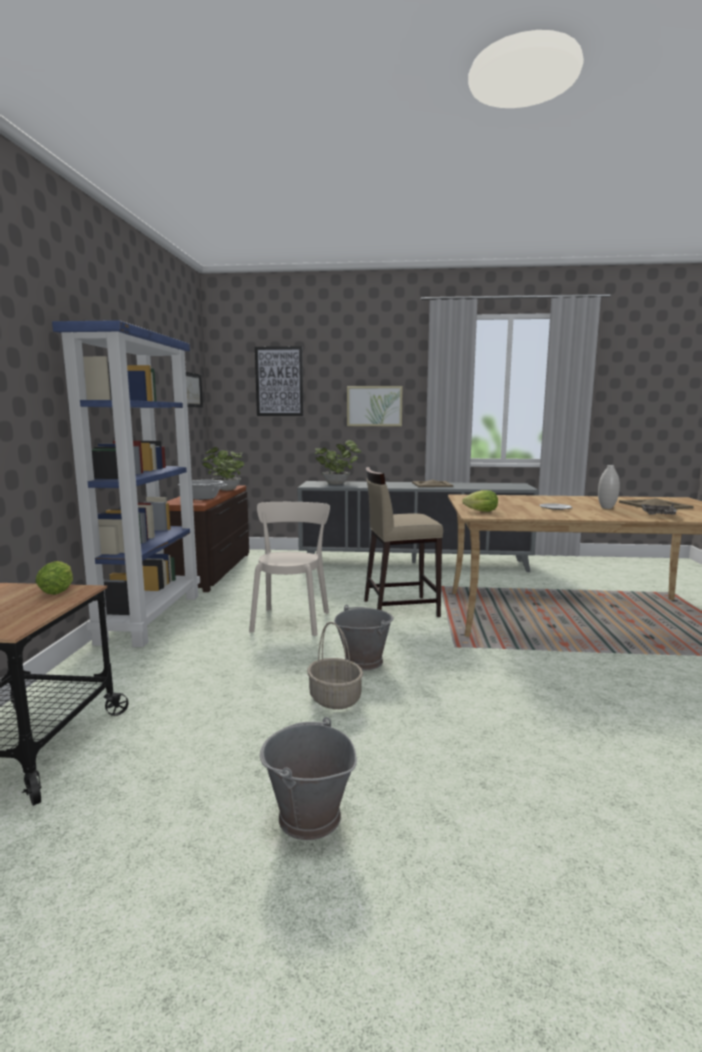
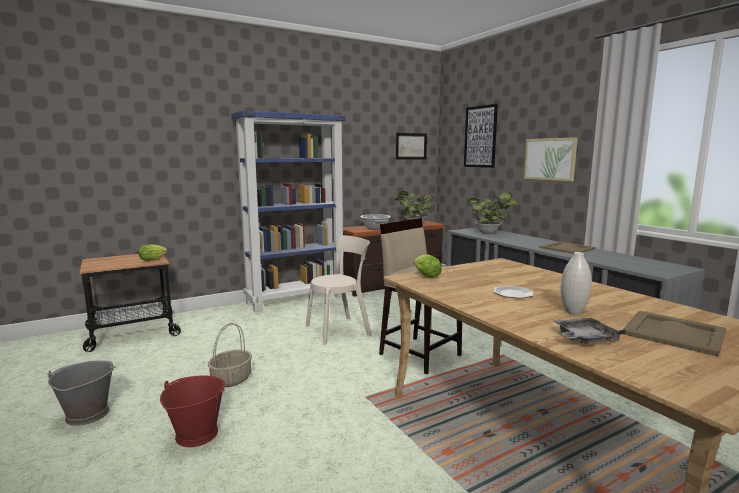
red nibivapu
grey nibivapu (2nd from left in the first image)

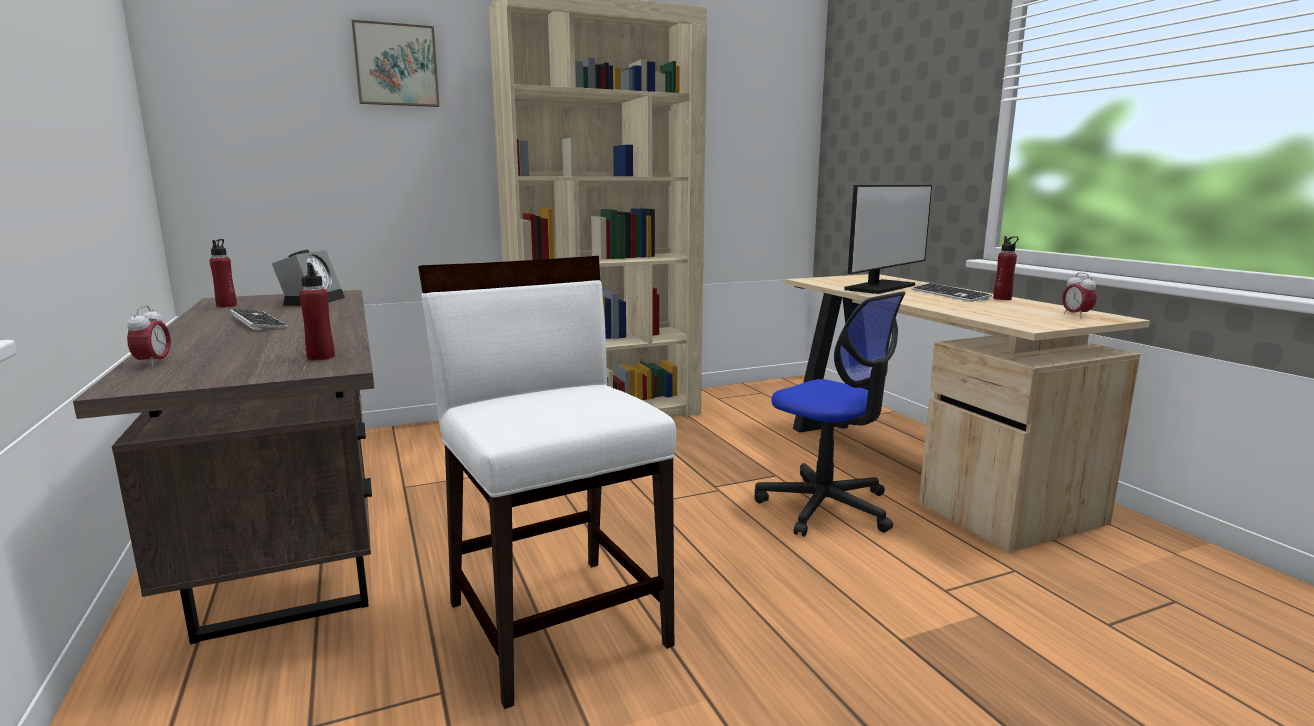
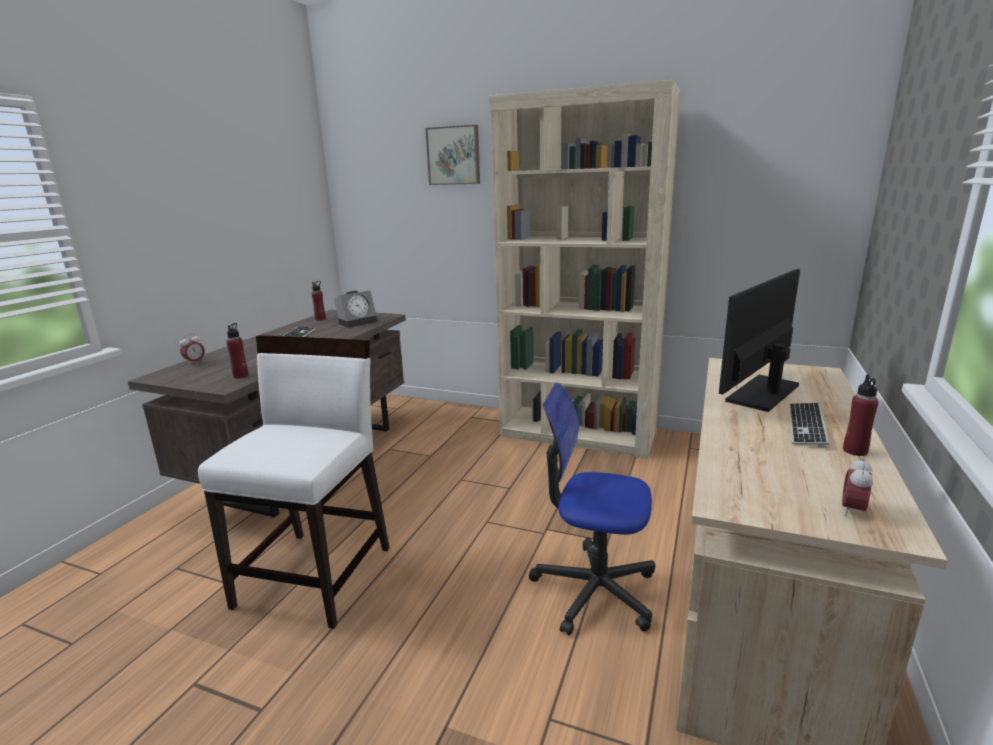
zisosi
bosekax

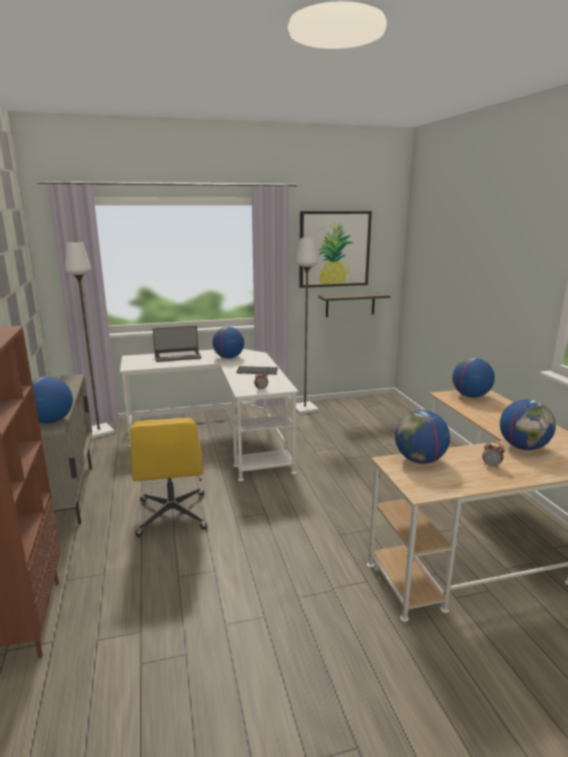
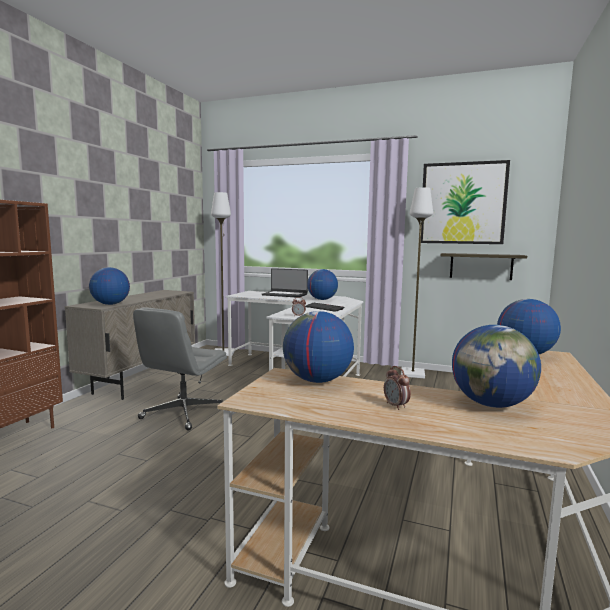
grey zisosi

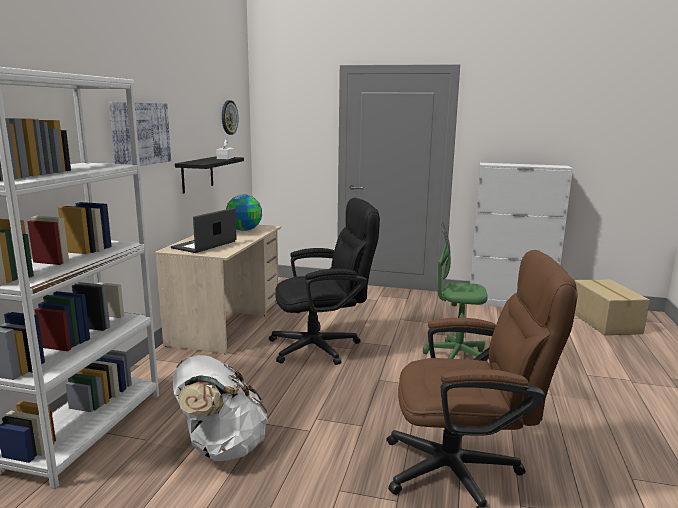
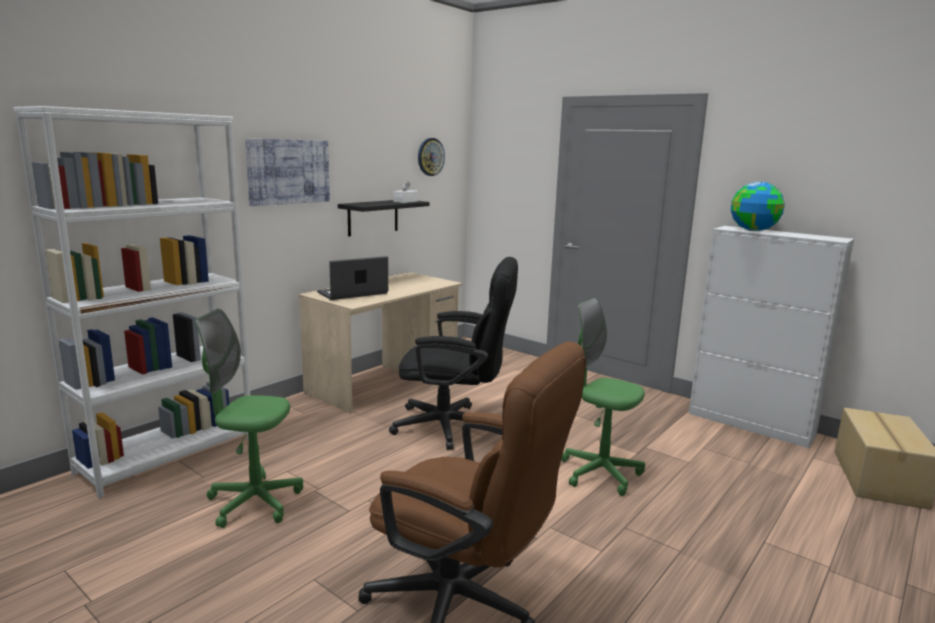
green zisosi (1st from left)
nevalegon

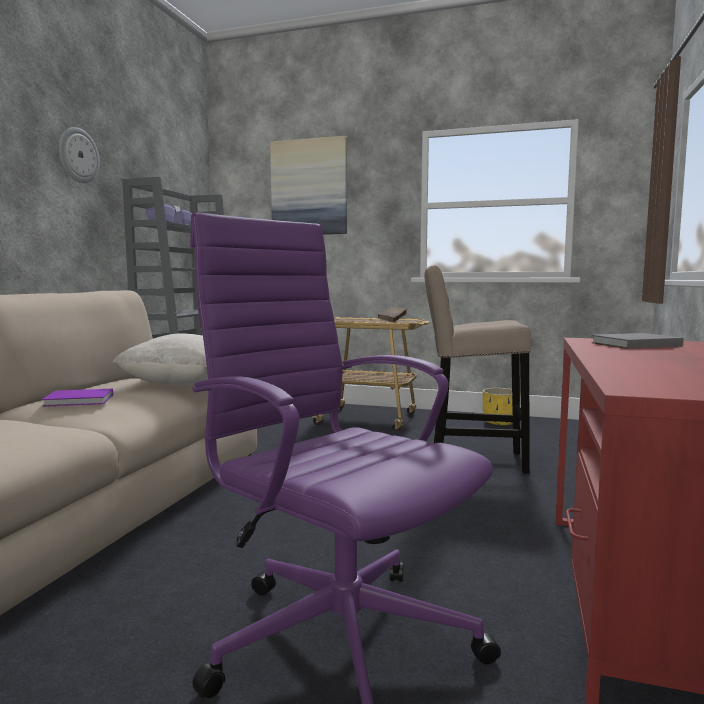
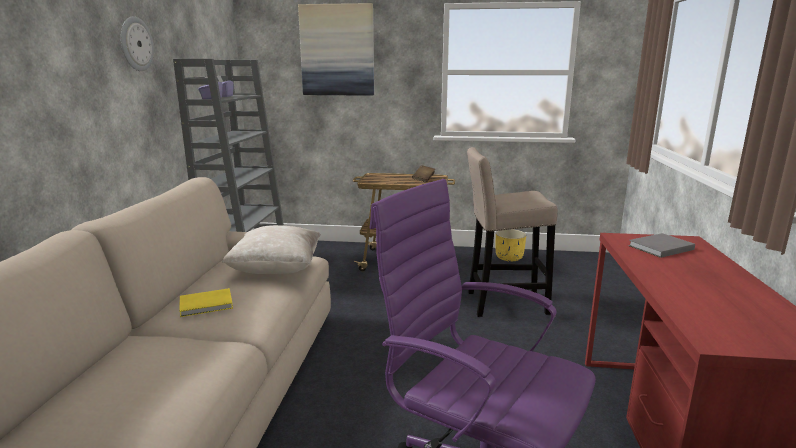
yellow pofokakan

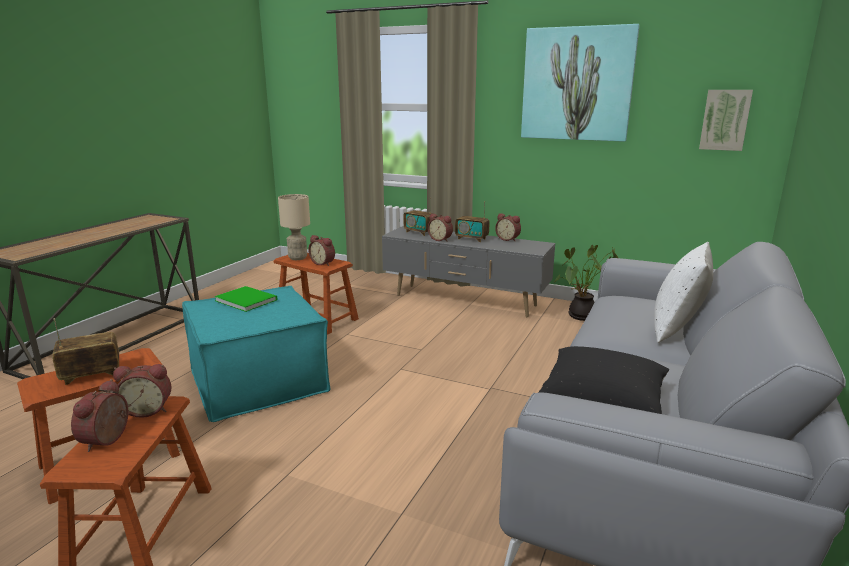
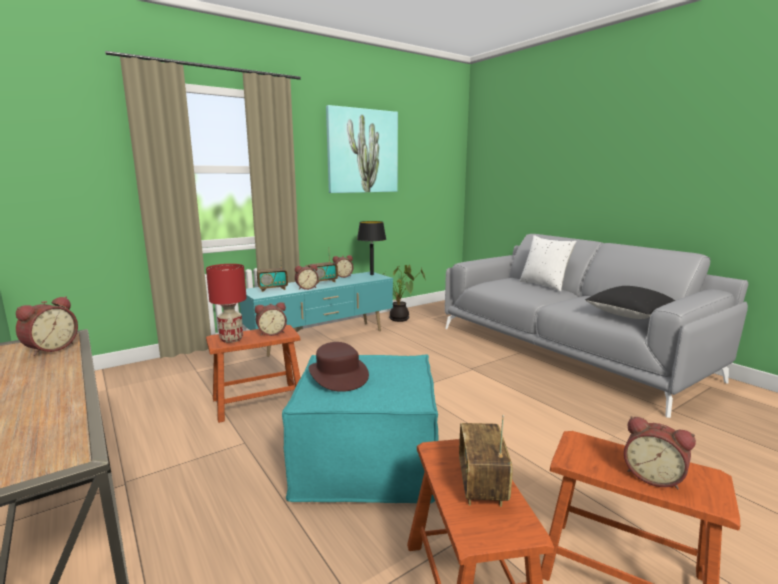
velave (1st from left)
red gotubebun
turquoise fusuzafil
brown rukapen
black gotubebun
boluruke (2nd from left in the first image)

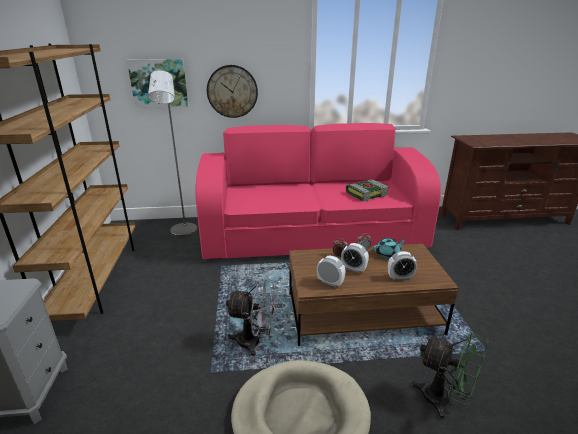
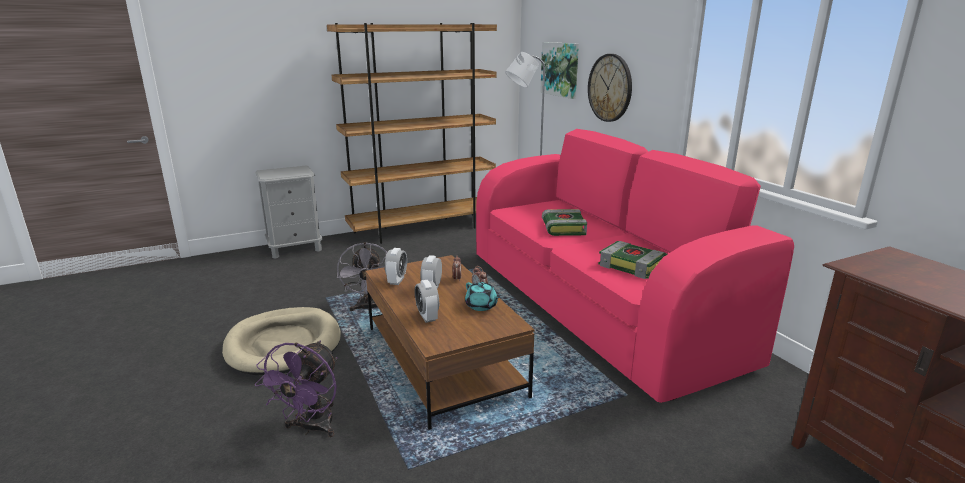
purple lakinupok
pofokakan (1st from left)

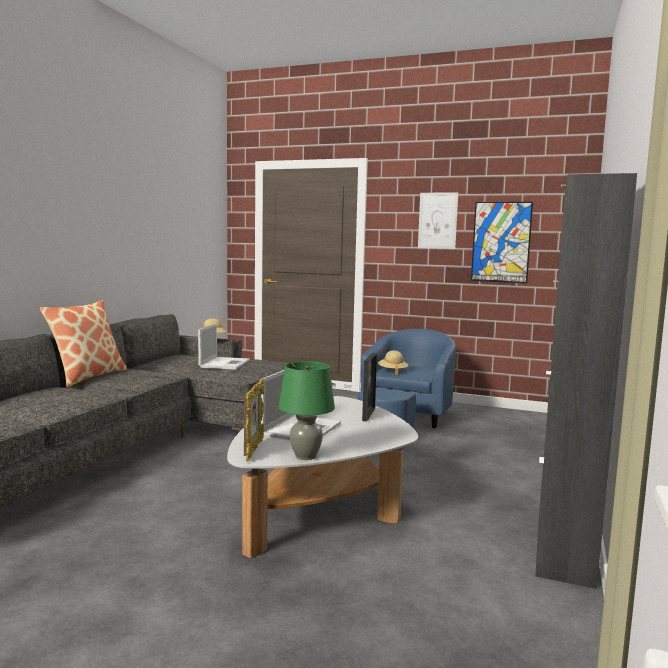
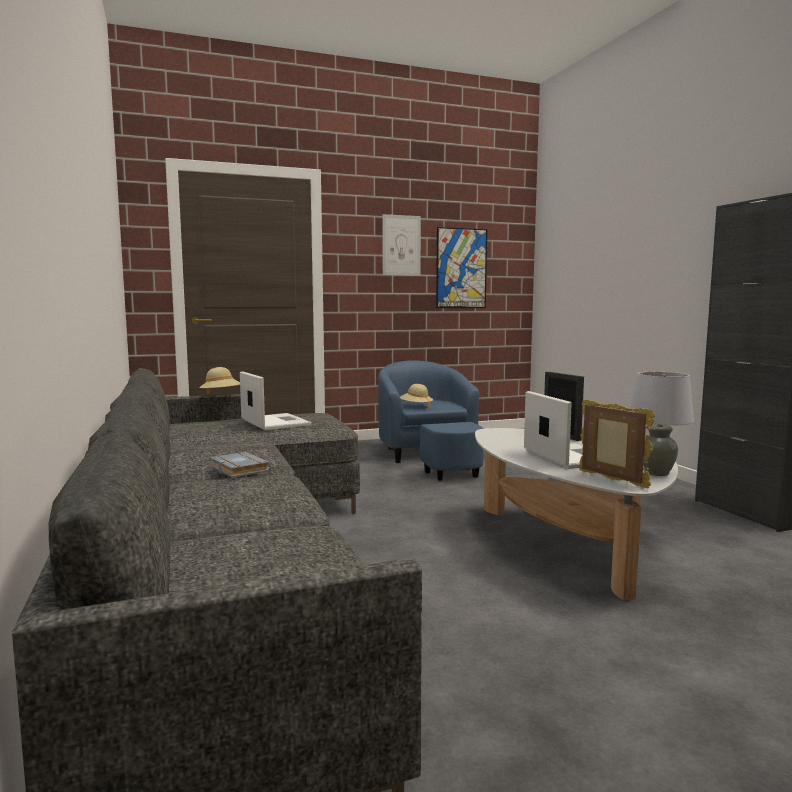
grey pofokakan
grey gotubebun
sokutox

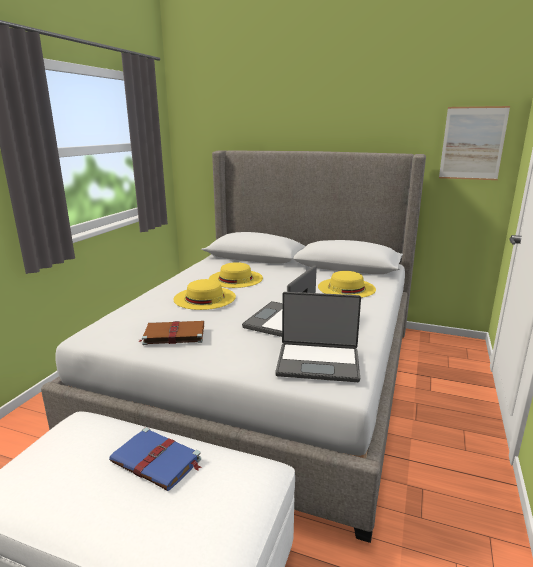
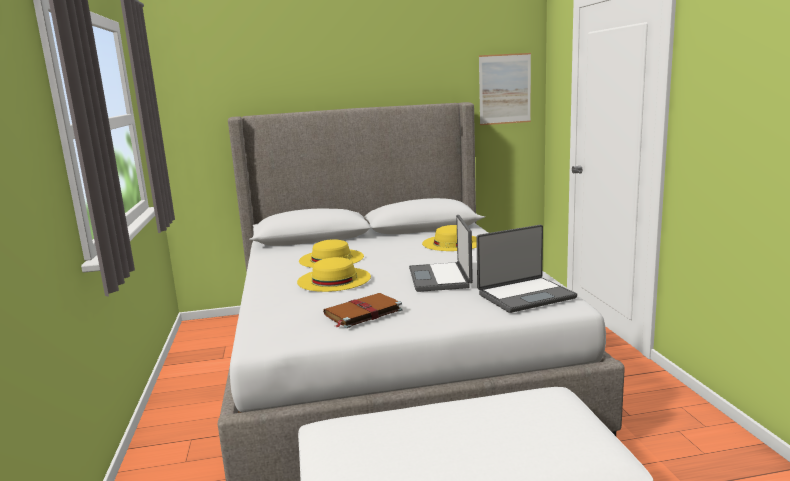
blue pofokakan

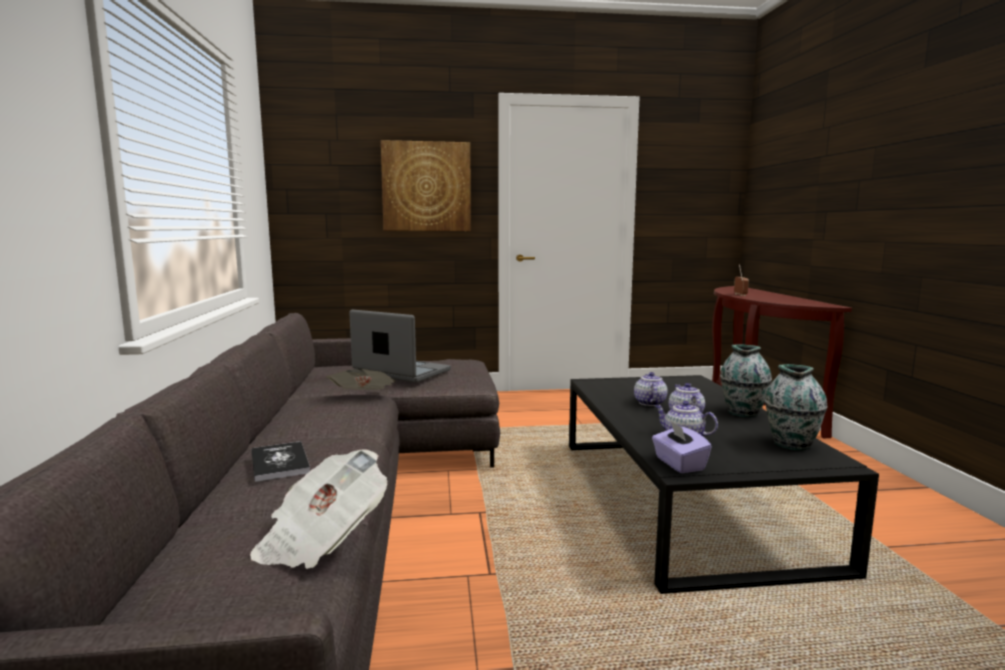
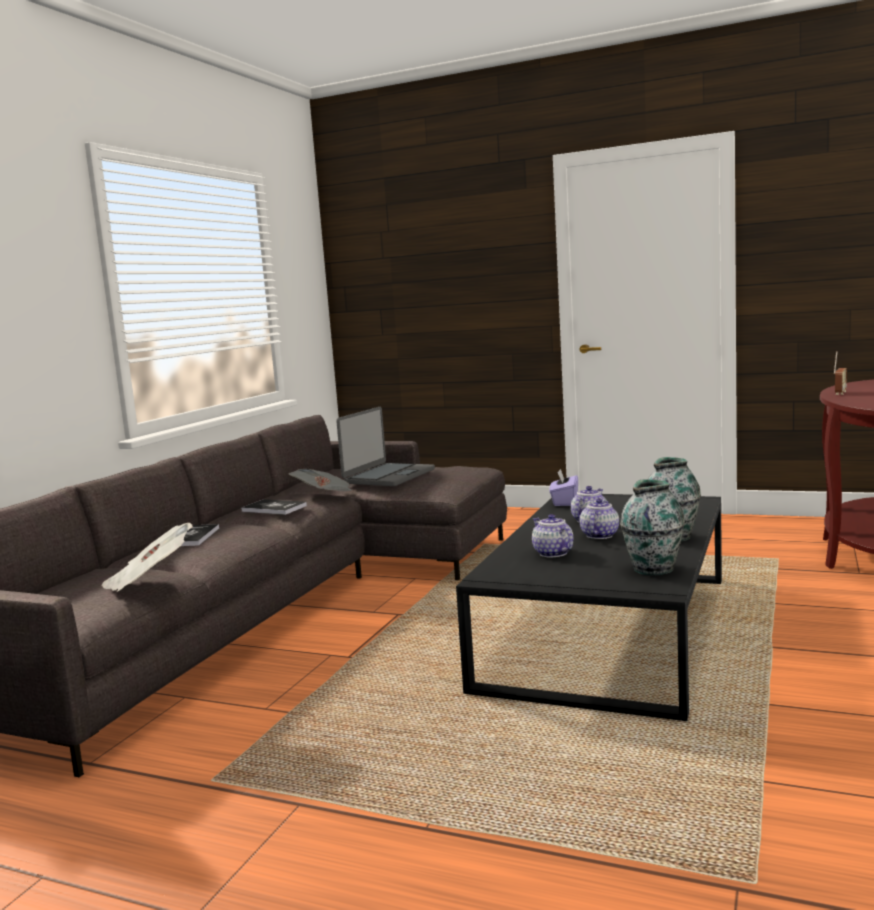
pofokakan (2nd from left)
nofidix
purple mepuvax
boluruke

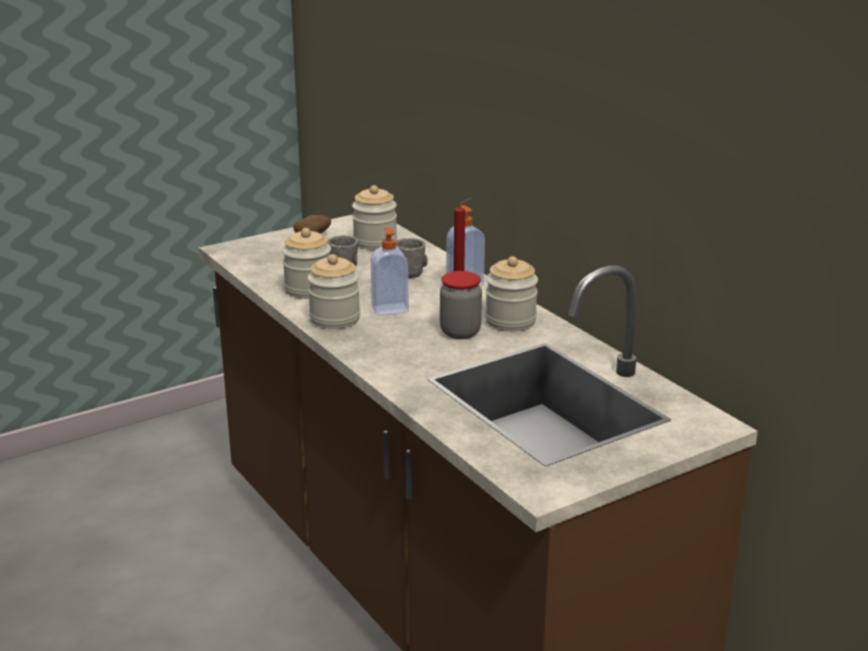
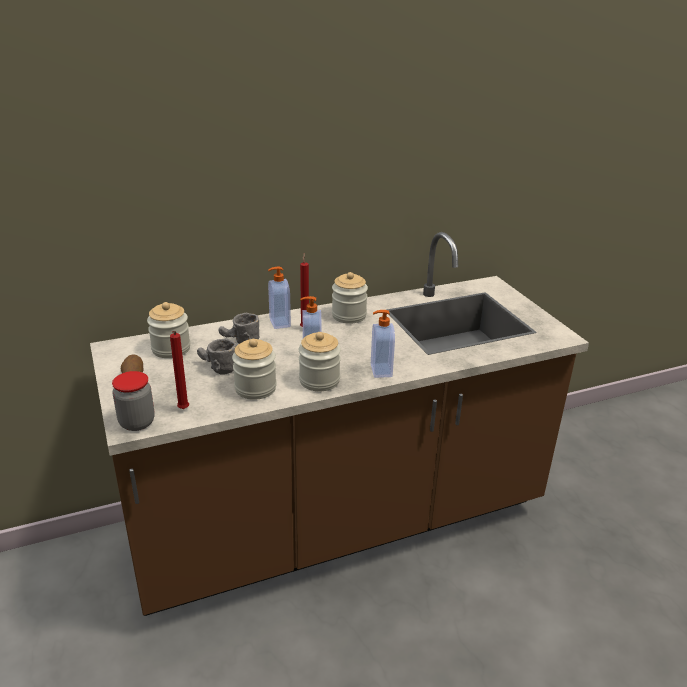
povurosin (1st from left)
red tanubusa (1st from left)
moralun (3rd from left)

